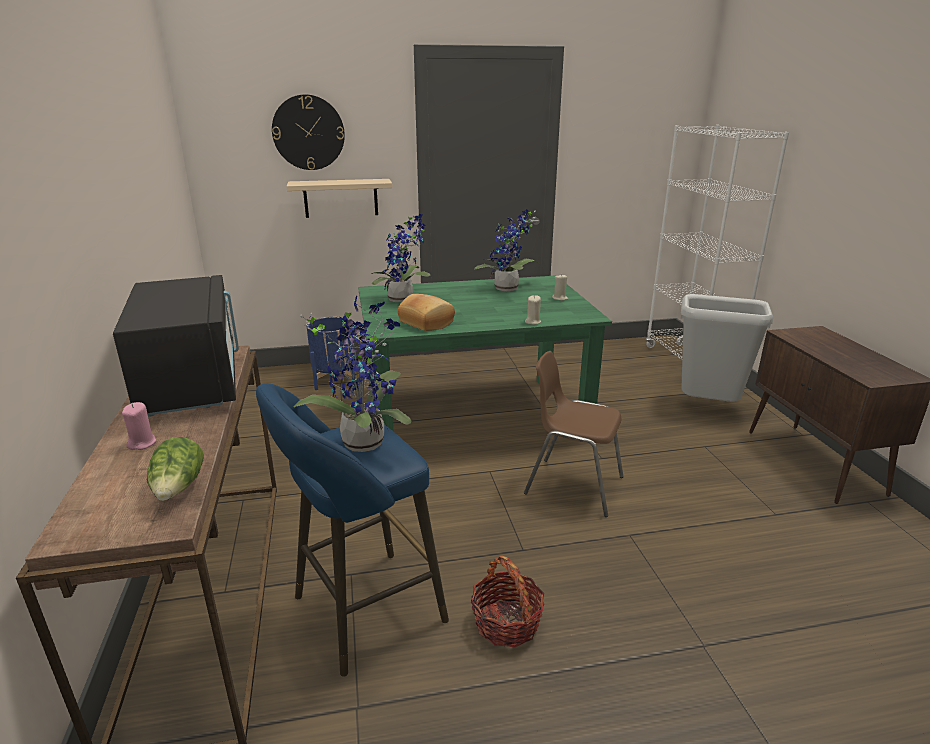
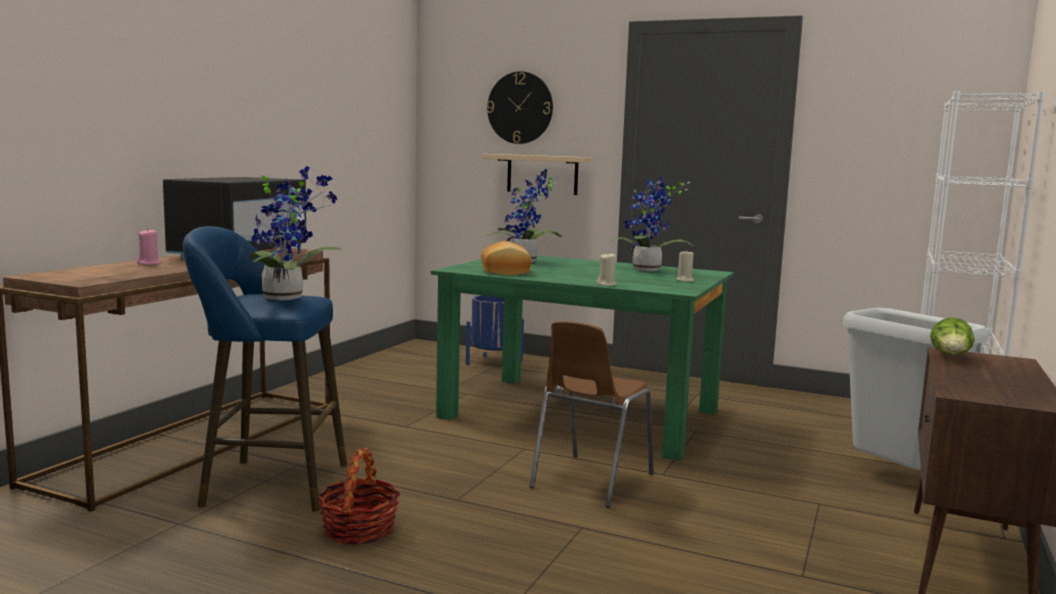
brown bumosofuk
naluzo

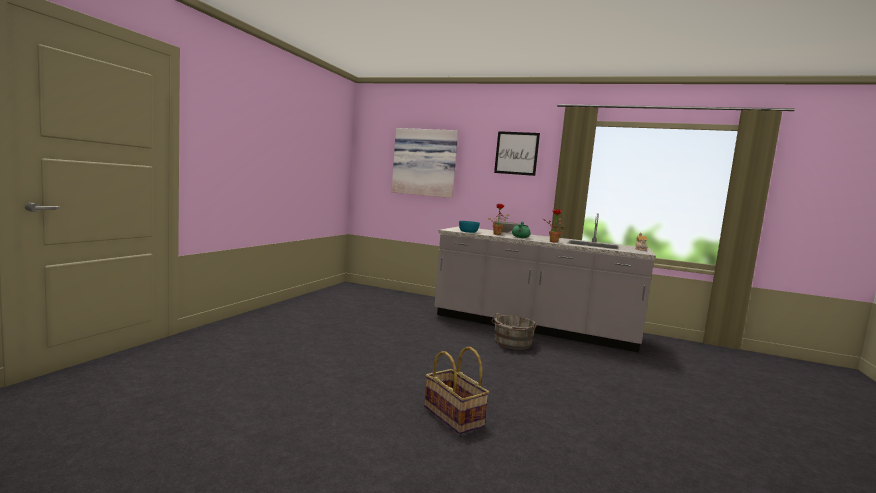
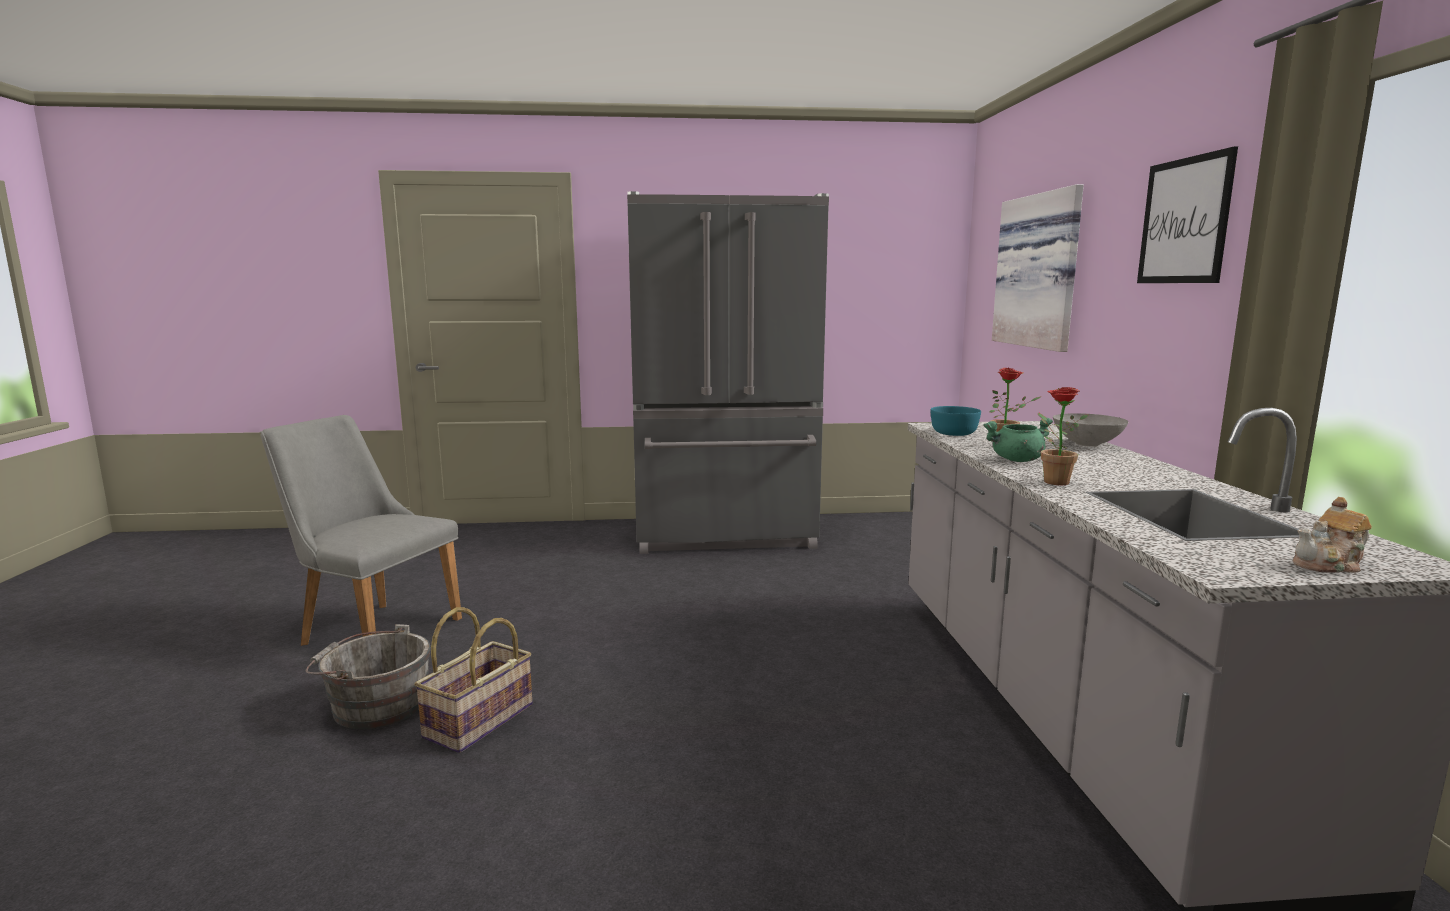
grey bumosofuk
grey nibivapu
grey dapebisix

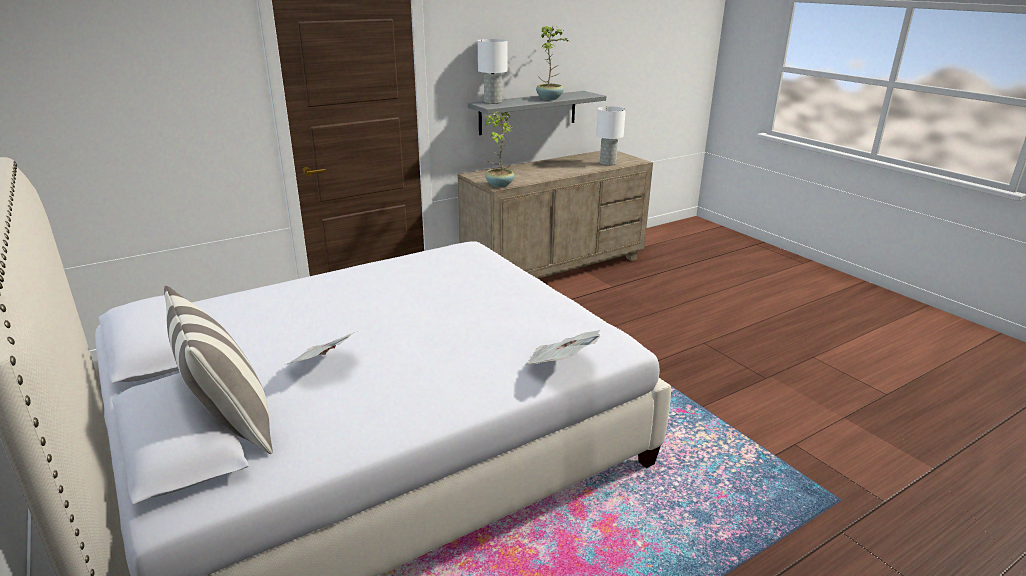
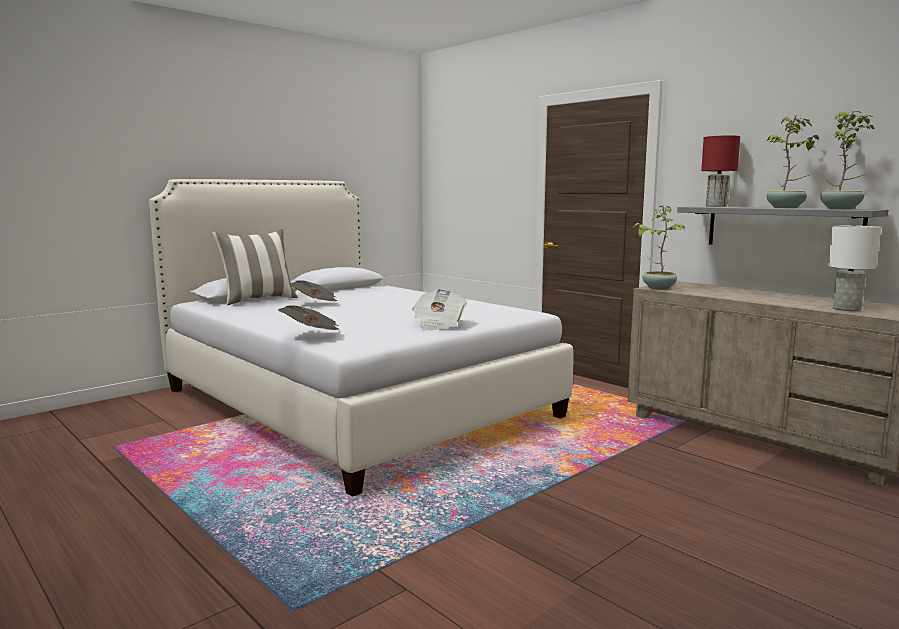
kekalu (3rd from left)
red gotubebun
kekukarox (3rd from left)

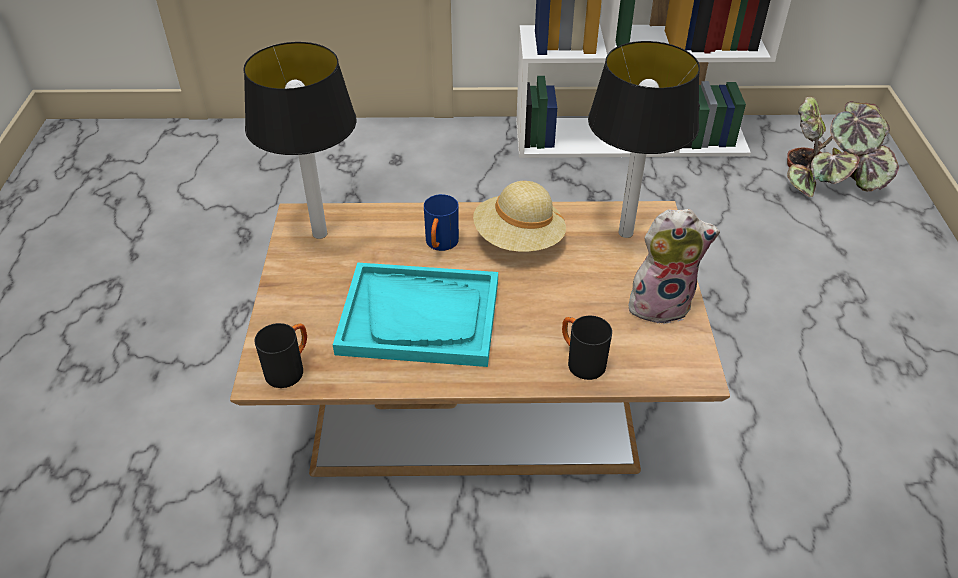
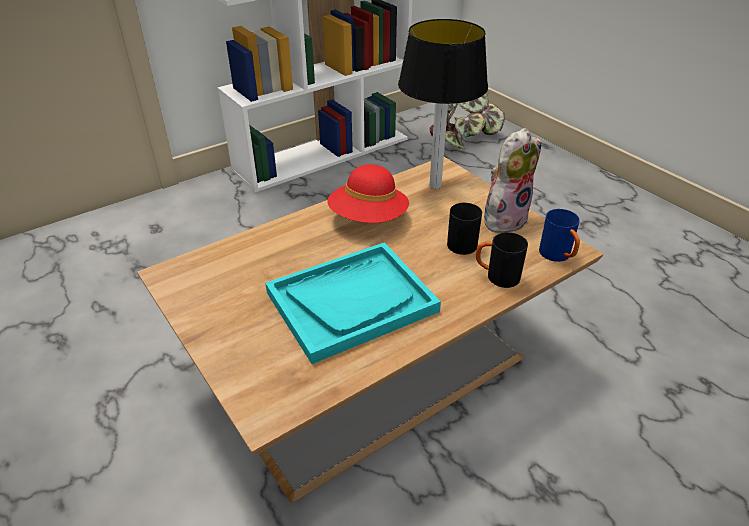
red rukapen
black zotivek (1st from left)
blue zotivek
gotubebun (1st from left in the first image)

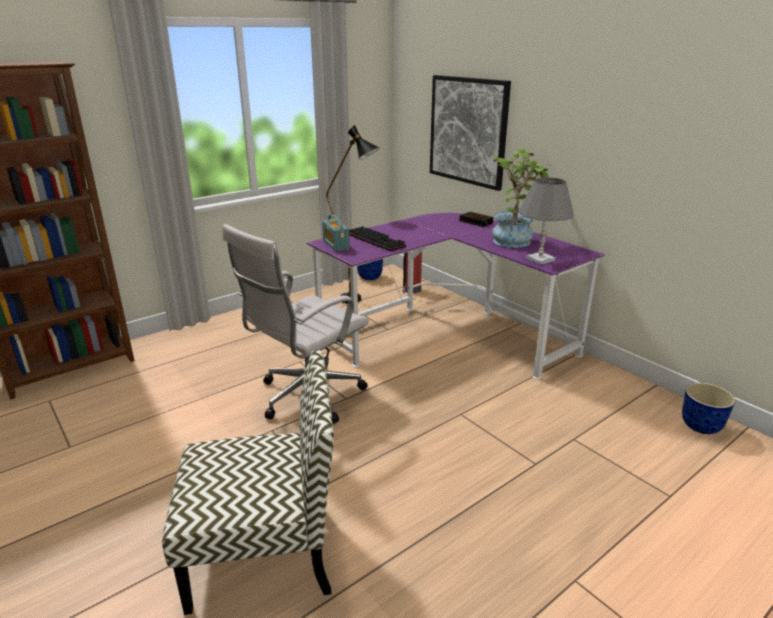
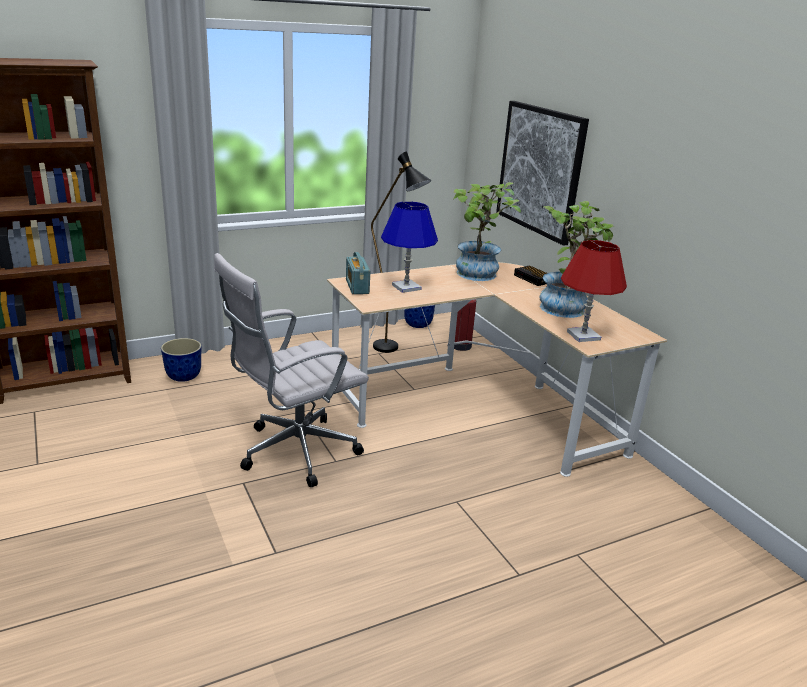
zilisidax (1st from left)
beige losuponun
blue gotubebun
kekukarox (1st from left)
red gotubebun
bumosofuk

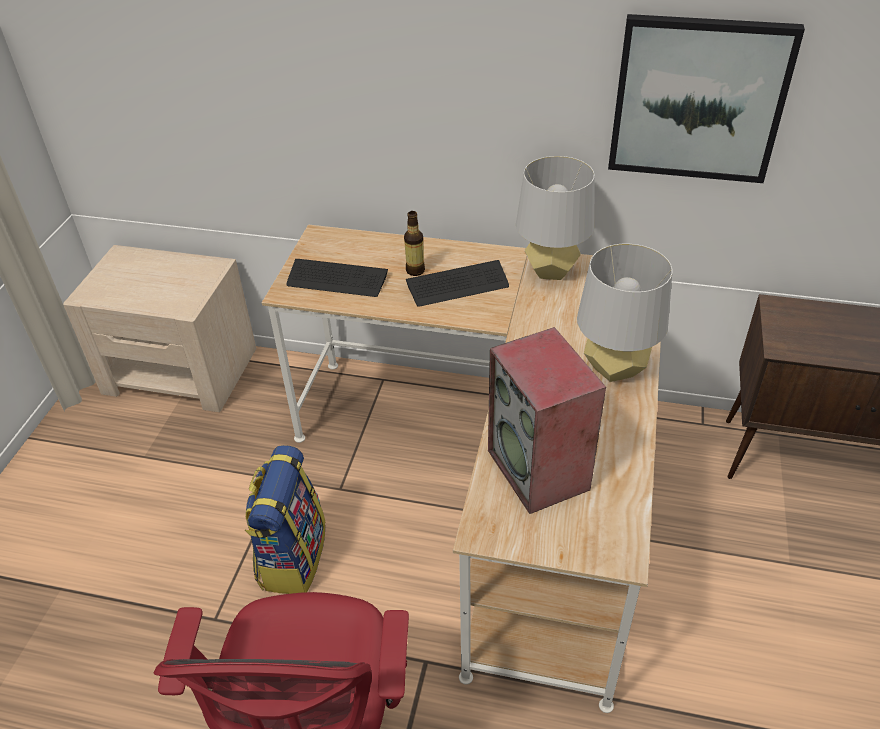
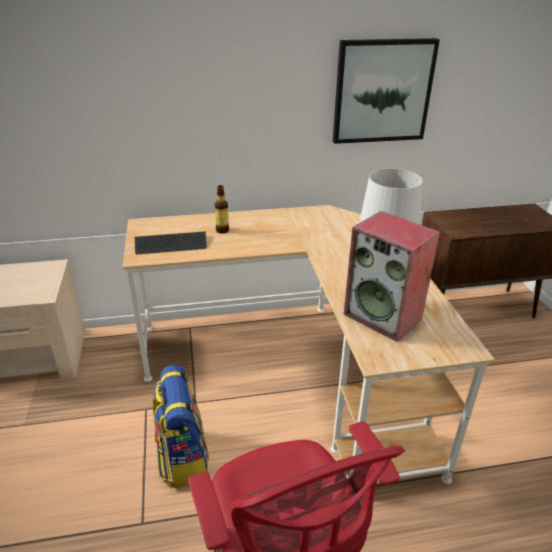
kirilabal (2nd from left in the first image)
grey gotubebun (1st from left in the first image)

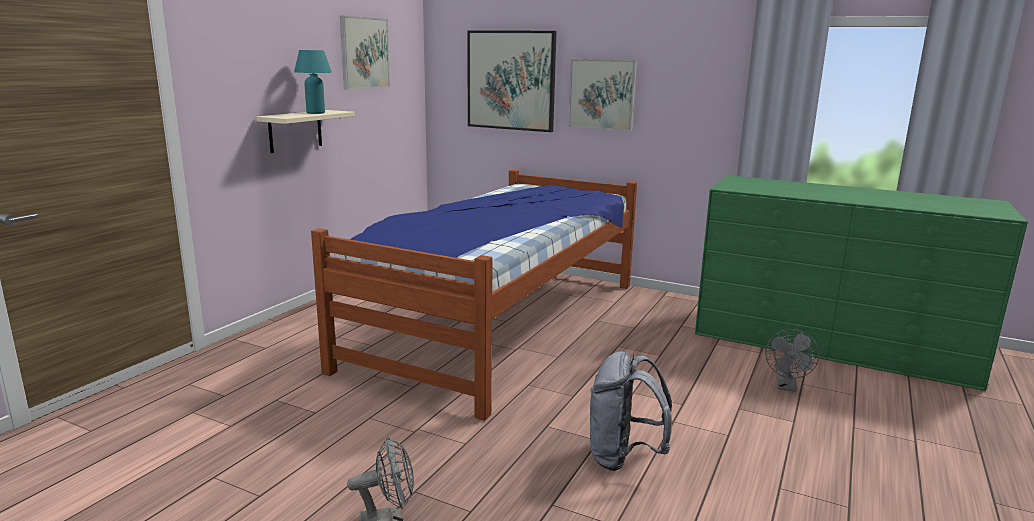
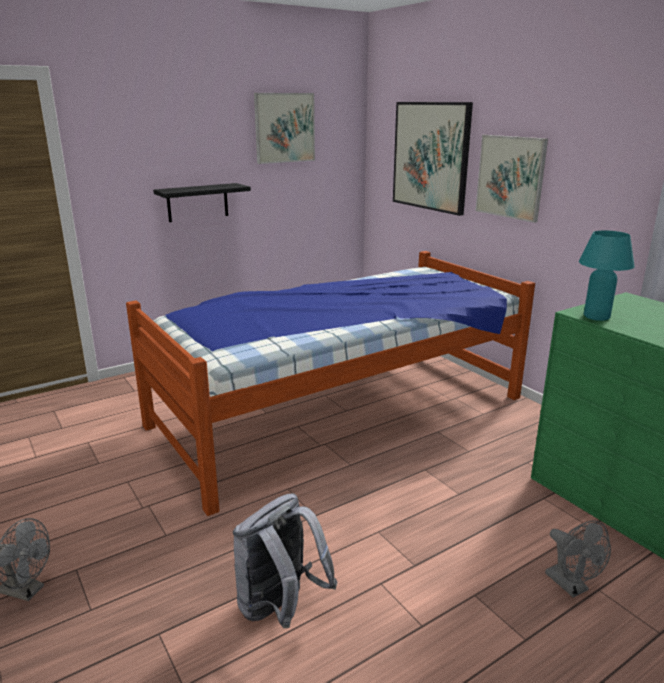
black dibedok
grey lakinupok (2nd from left)
turquoise gotubebun

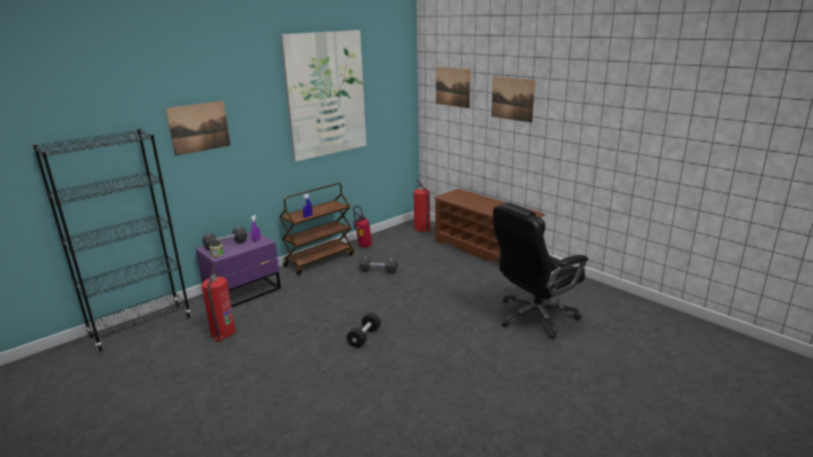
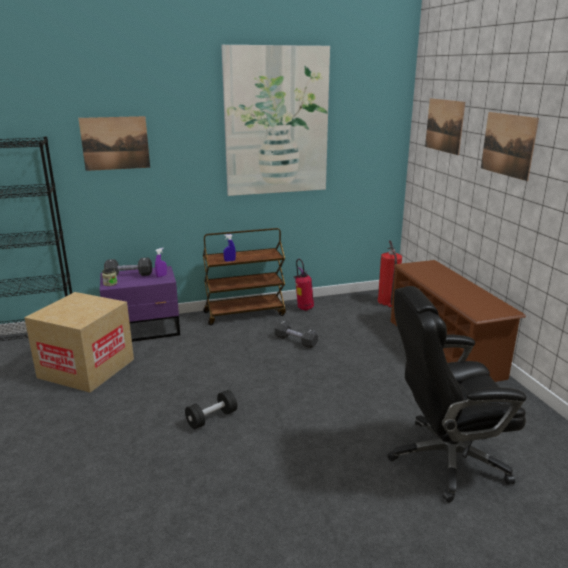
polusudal

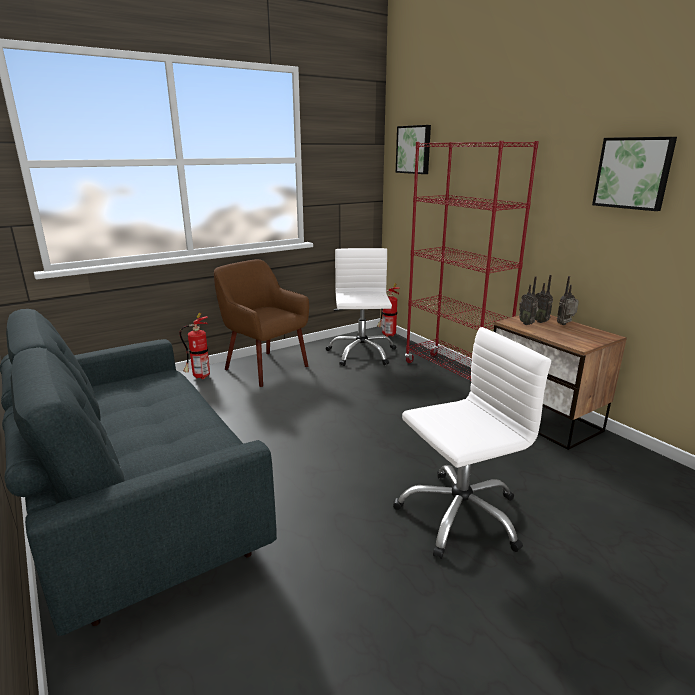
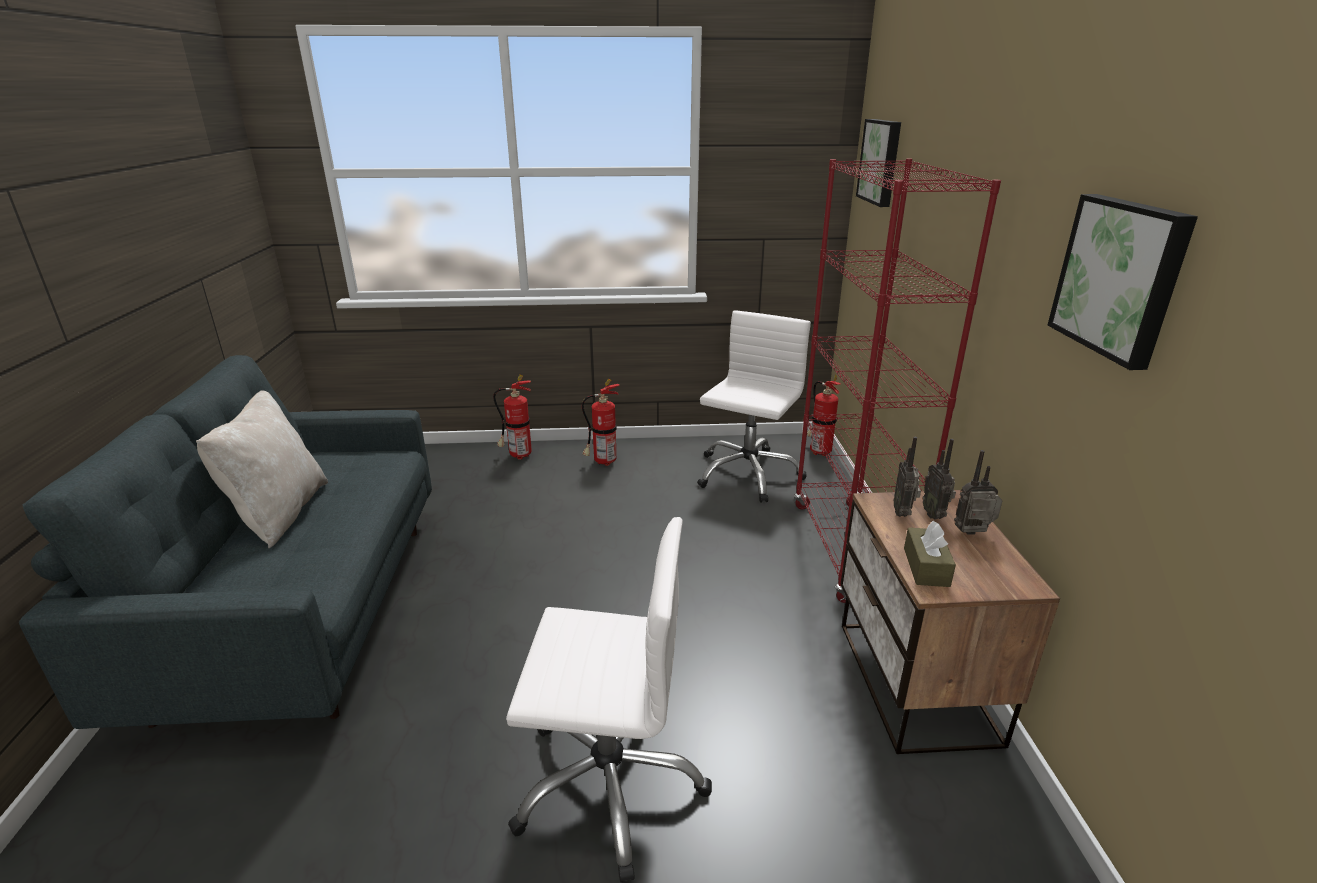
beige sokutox
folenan (2nd from left)
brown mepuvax

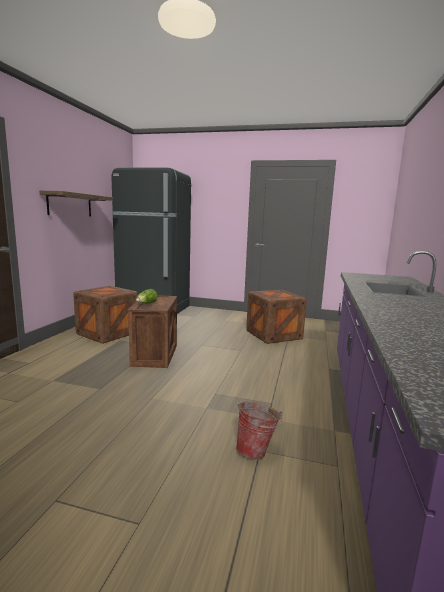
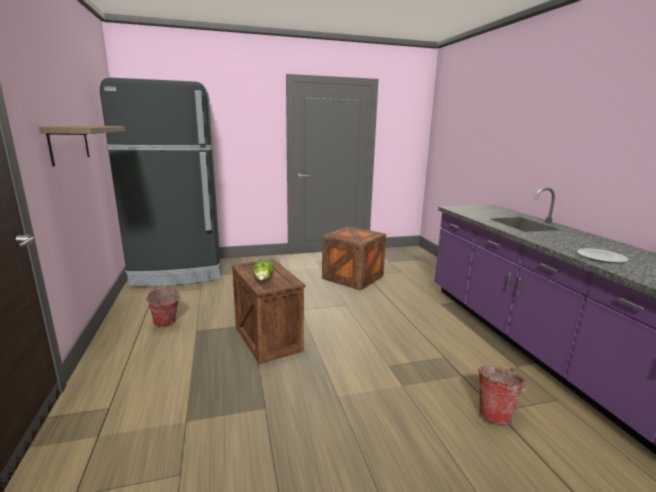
nibivapu (1st from left)
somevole

